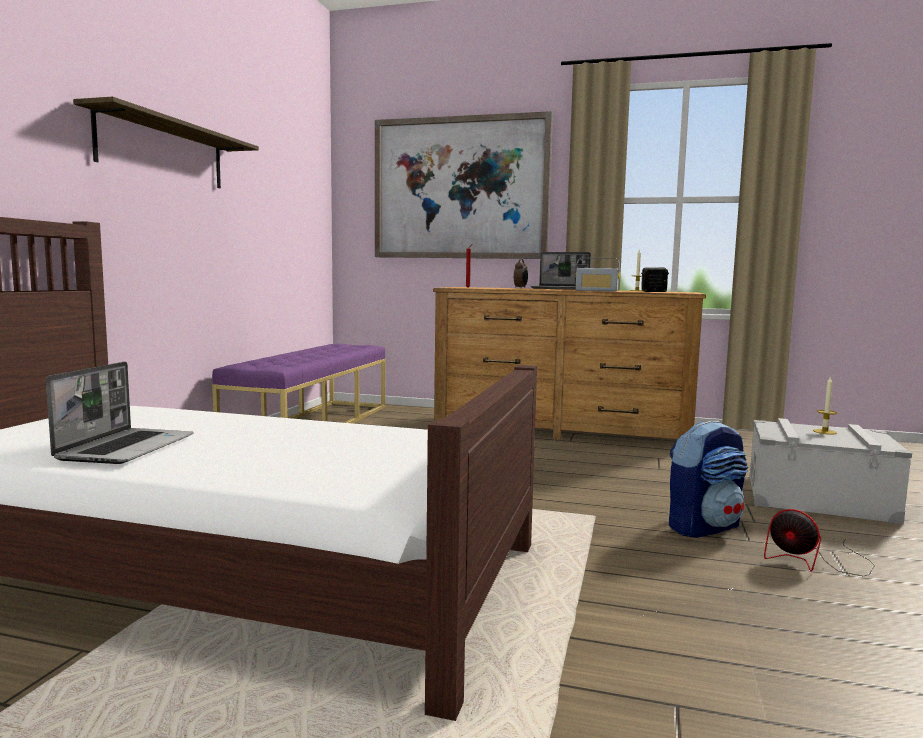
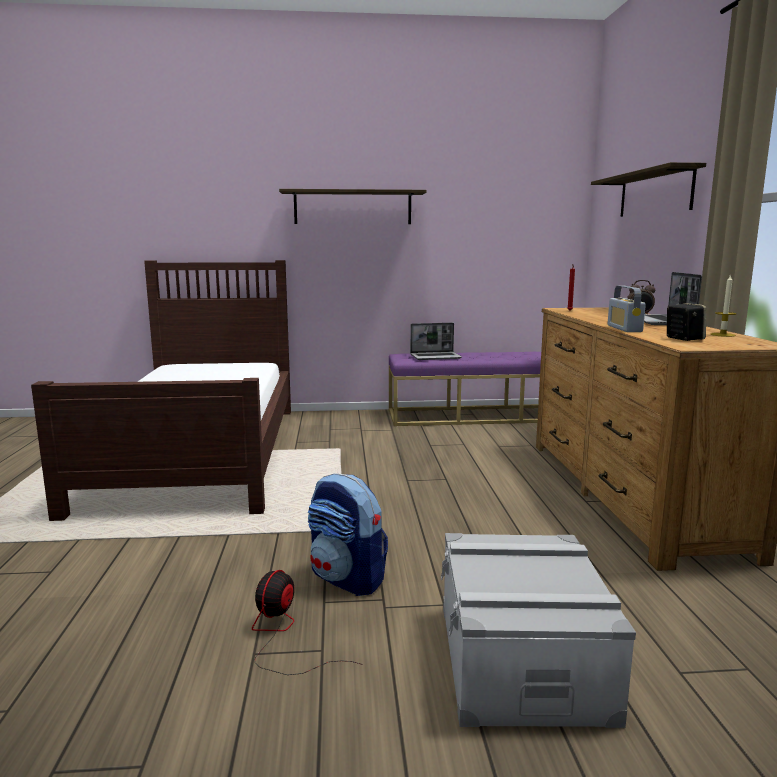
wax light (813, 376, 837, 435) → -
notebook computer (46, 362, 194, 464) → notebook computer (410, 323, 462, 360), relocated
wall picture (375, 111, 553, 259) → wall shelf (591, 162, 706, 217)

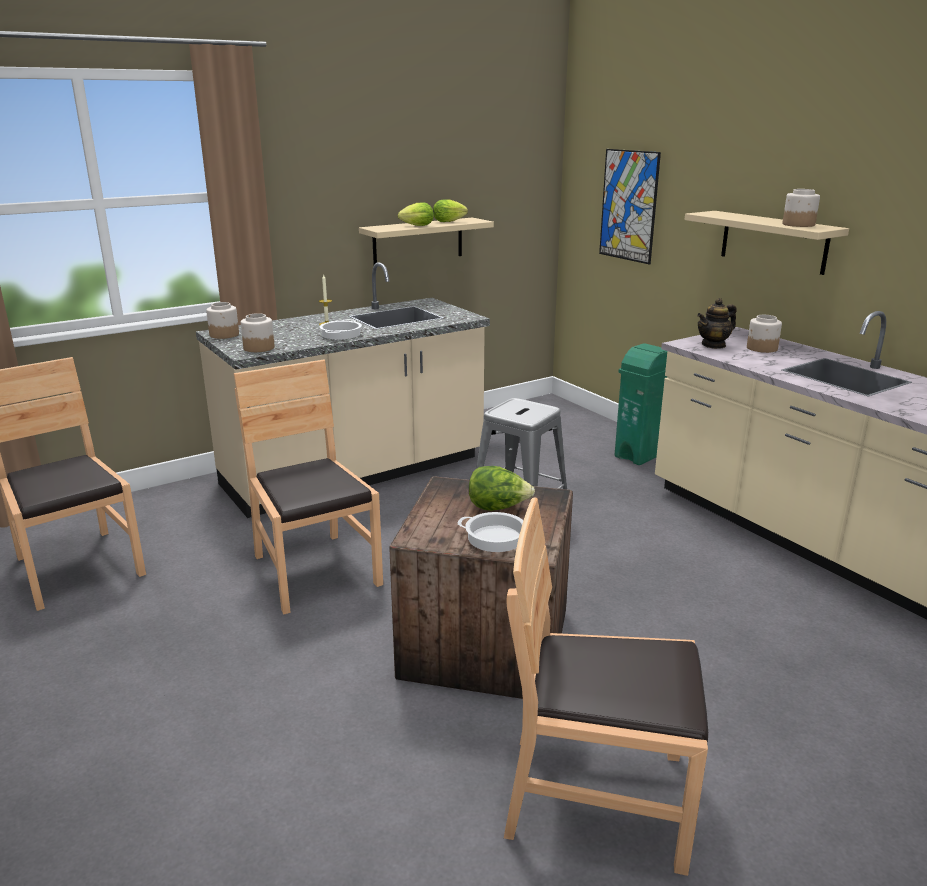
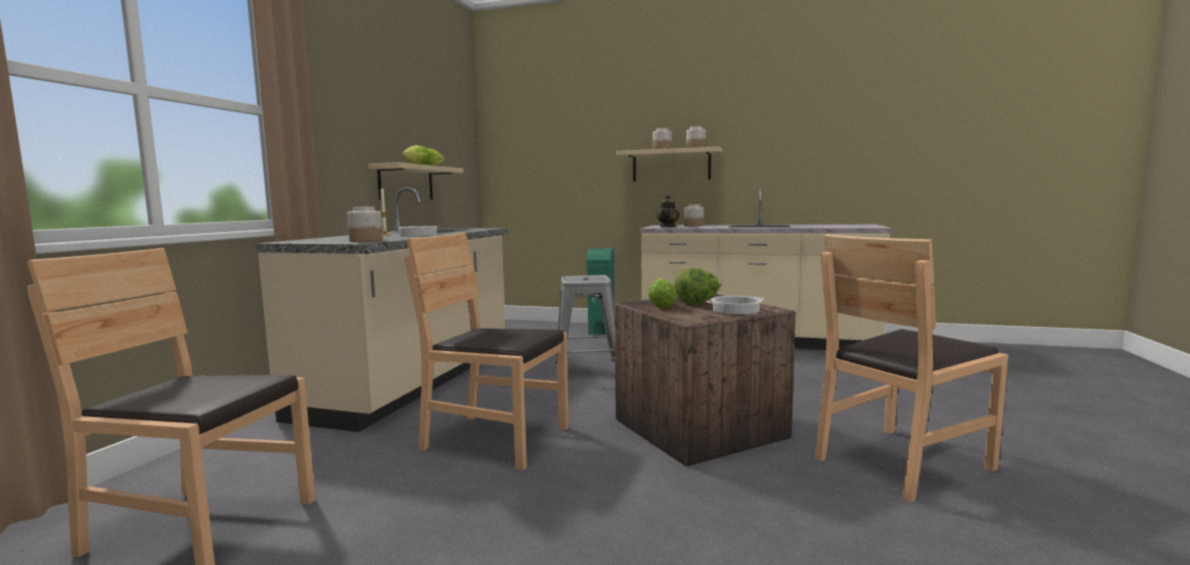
wall picture (599, 149, 661, 264) → -
- → lettuce head (648, 278, 676, 309)
preserve jar (206, 302, 239, 339) → preserve jar (653, 128, 672, 149), relocated

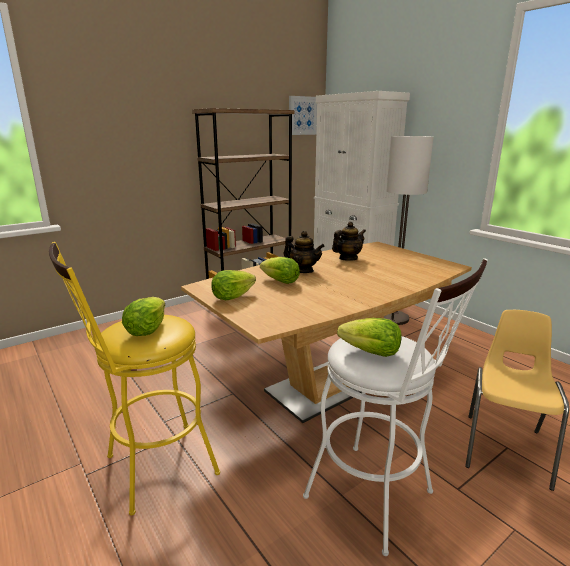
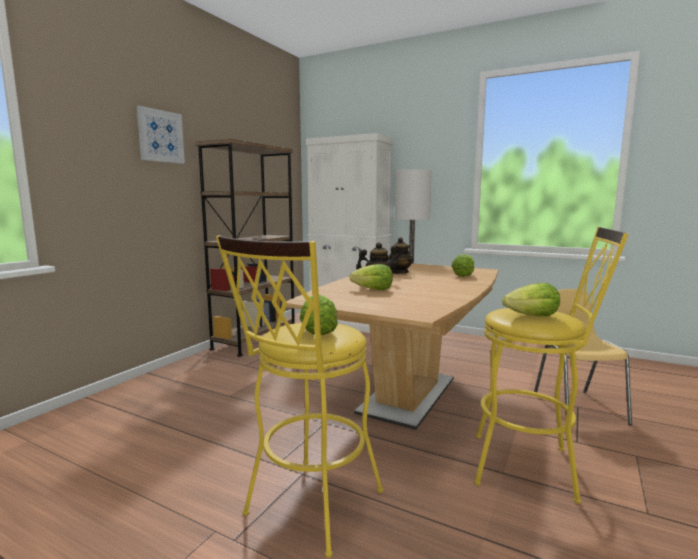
lettuce head (211, 270, 256, 300) → lettuce head (451, 254, 474, 277), relocated
wall picture (289, 96, 317, 135) → wall picture (137, 106, 185, 164), relocated
white-coloured sitting stool (303, 258, 488, 556) → yellowish sitting stool (474, 227, 629, 504)

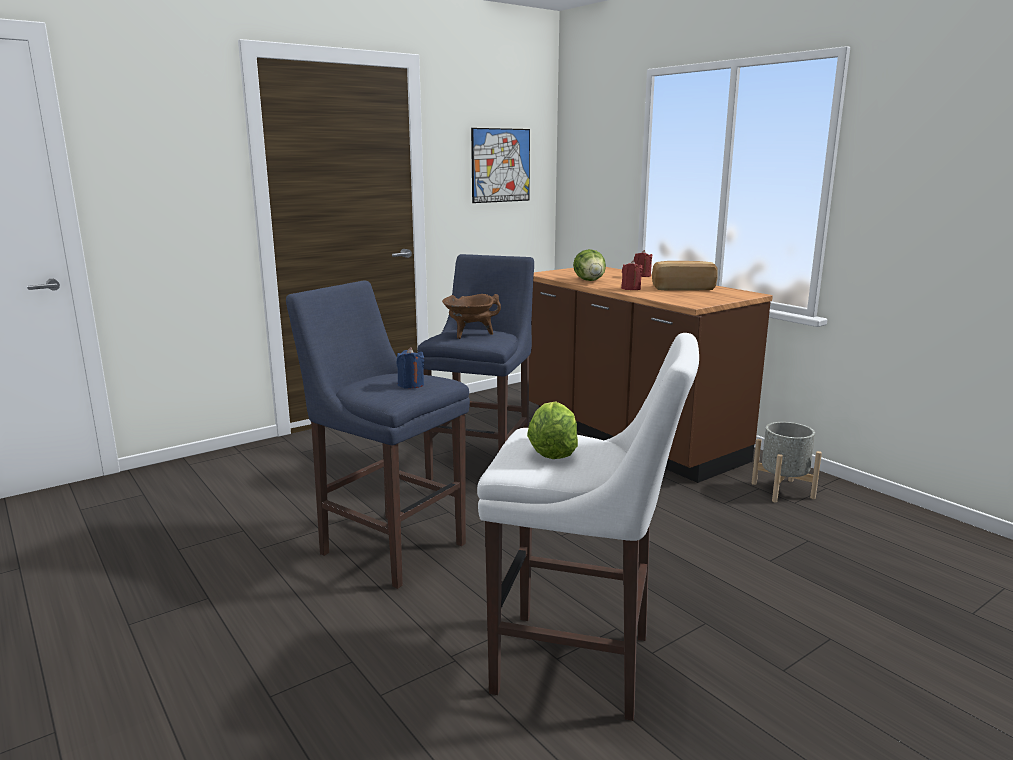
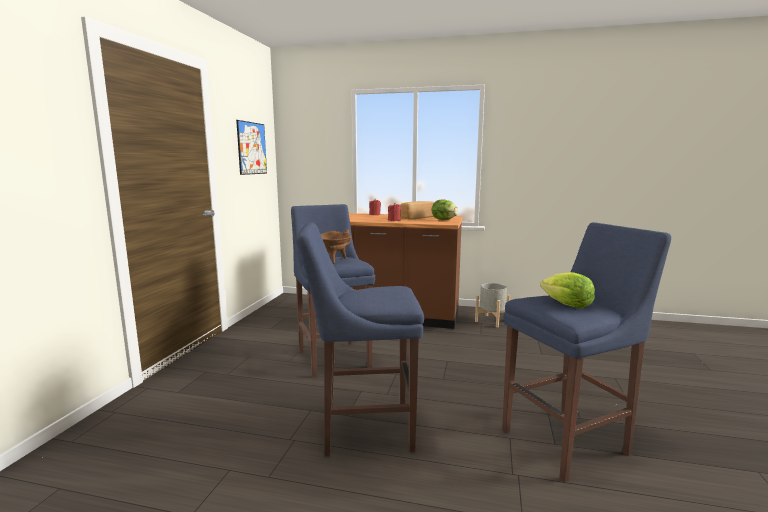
blue-coloured wax light (397, 347, 424, 389) → -
lettuce head (573, 249, 606, 281) → lettuce head (431, 199, 459, 220), relocated
white-coloured sitting stool (477, 333, 699, 721) → blue-coloured sitting stool (502, 222, 671, 482)

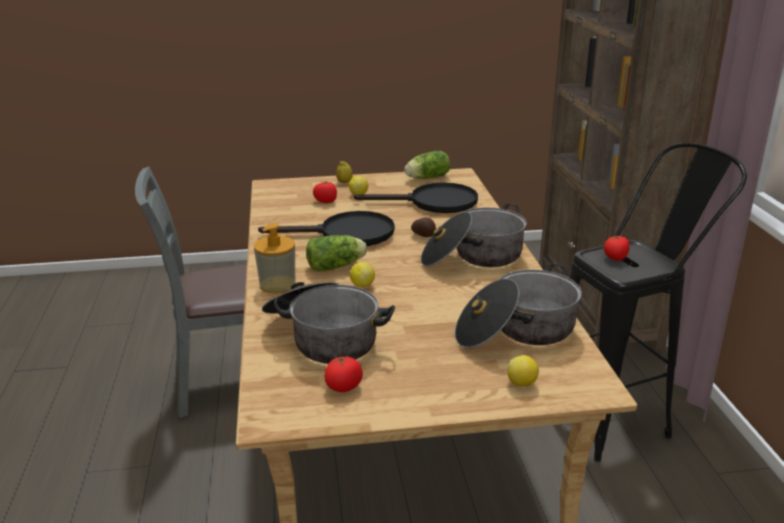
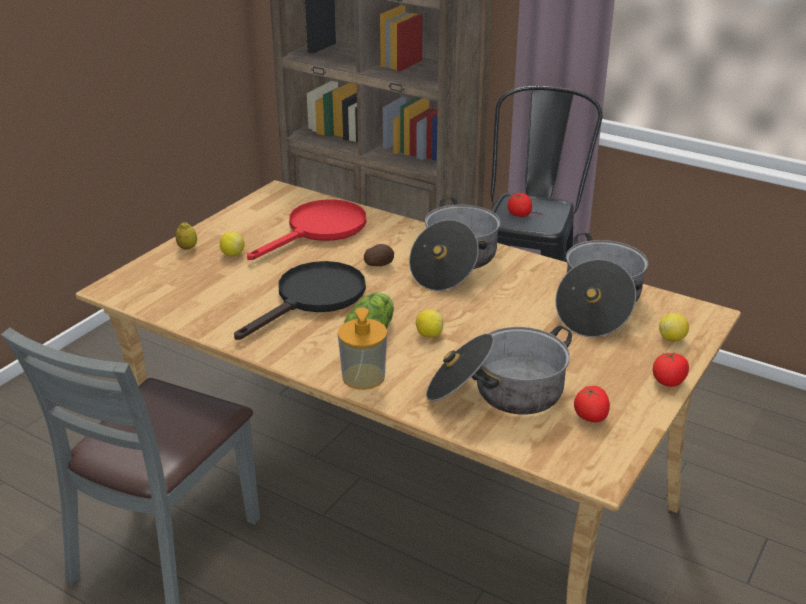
lettuce head (404, 151, 450, 179) → -
fresh tomato (313, 180, 337, 203) → fresh tomato (653, 353, 689, 387), relocated
black pan (354, 183, 478, 213) → red pan (247, 199, 366, 260)

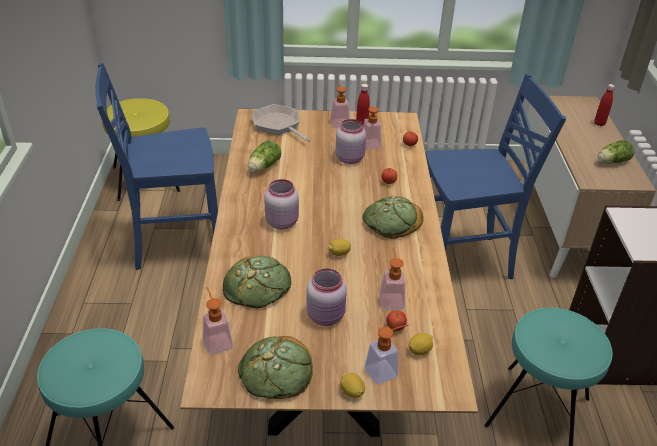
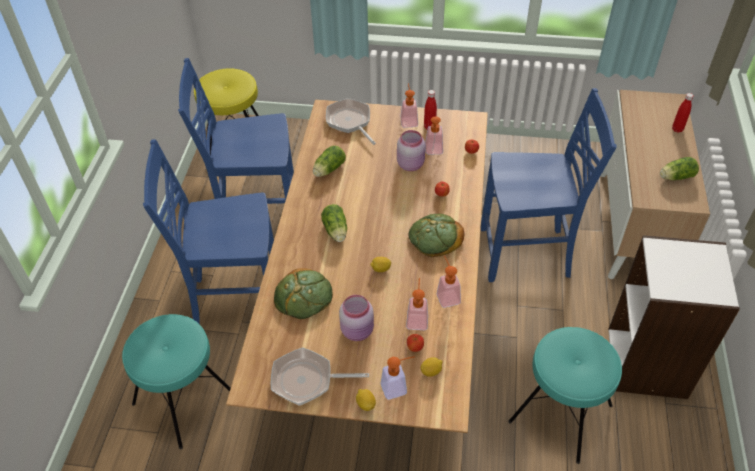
- → blue-coloured upright chair (143, 139, 274, 324)
soap dispenser (203, 287, 233, 355) → soap dispenser (437, 256, 461, 308), relocated
bread (238, 336, 313, 399) → pan (271, 347, 369, 406)
pinkish preserve jar (264, 179, 299, 229) → lettuce head (321, 204, 347, 242)

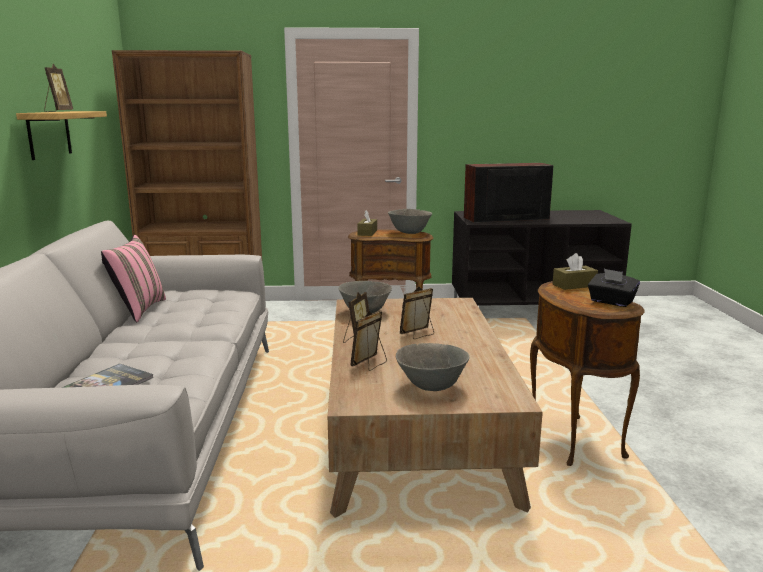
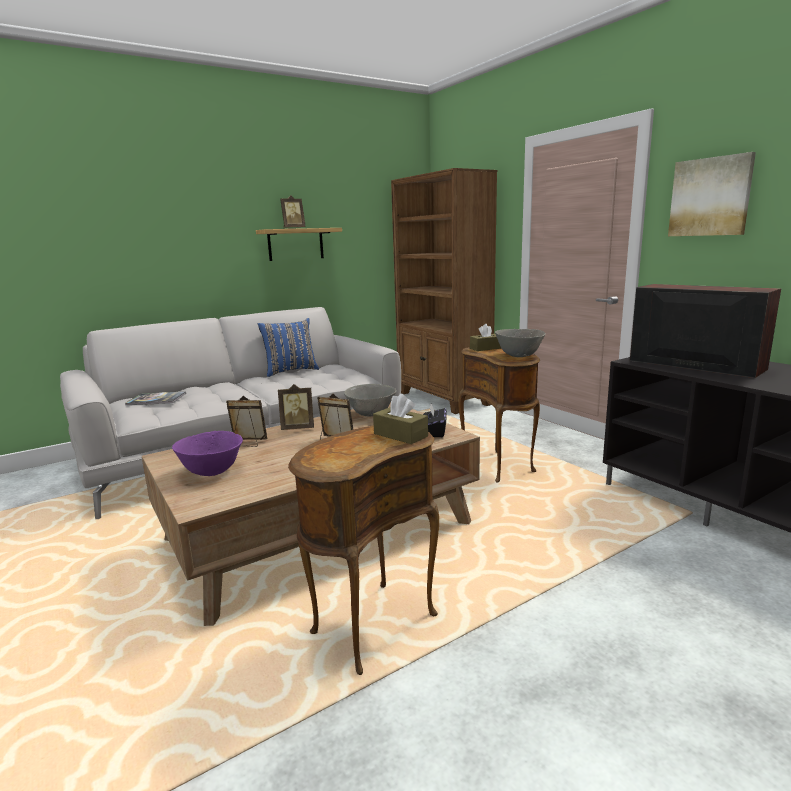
- → wall picture (668, 152, 756, 236)
black tissue holder (588, 269, 640, 307) → black tissue holder (423, 403, 447, 437), relocated
pinkish throw pillow (101, 235, 166, 322) → blue-coloured throw pillow (258, 318, 319, 377)
gray serving bowl (395, 343, 469, 391) → purple-coloured serving bowl (172, 431, 243, 476)

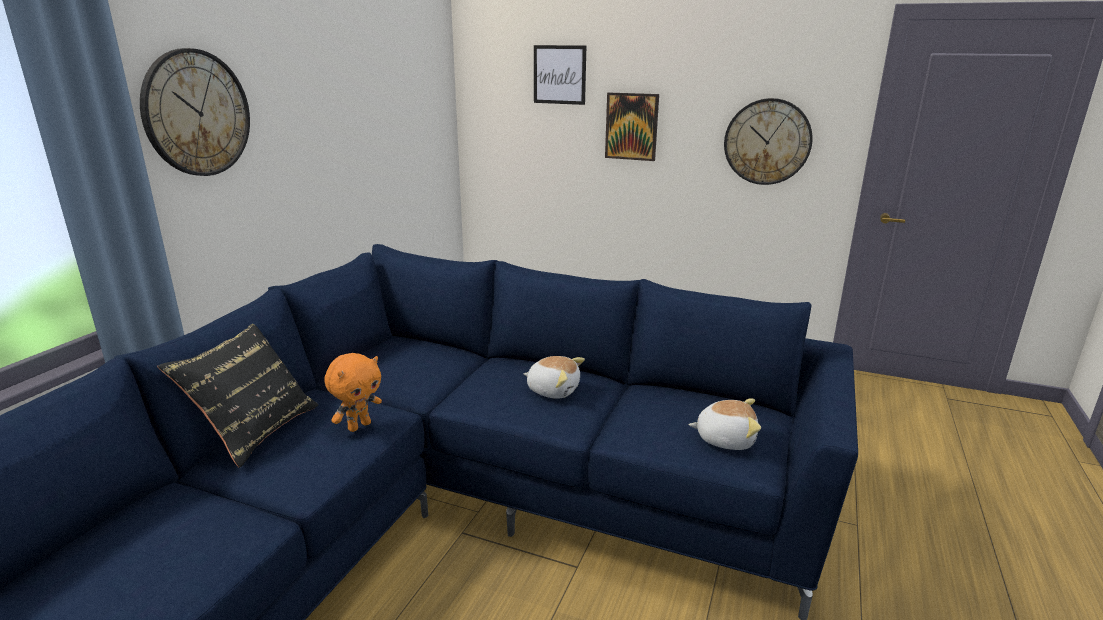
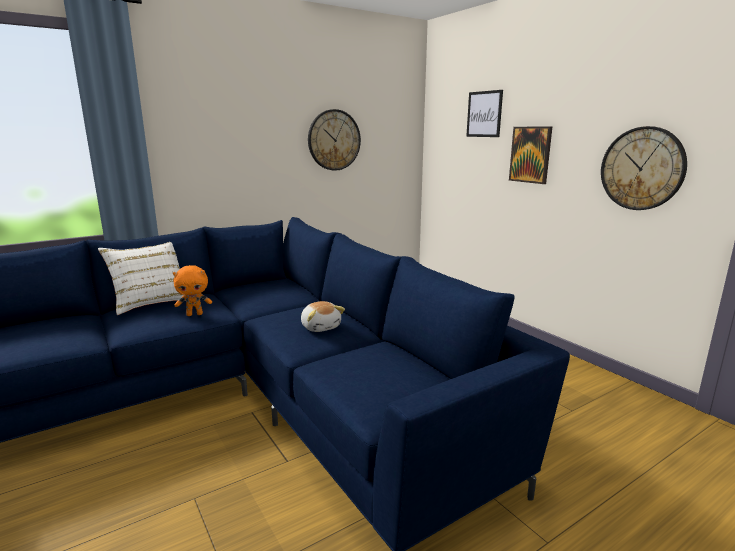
soft toy (689, 399, 761, 450) → -
clock on the wall (140, 48, 250, 176) → clock on the wall (308, 109, 361, 170), relocated
black throw pillow (158, 324, 318, 468) → white-coloured throw pillow (98, 242, 186, 315)

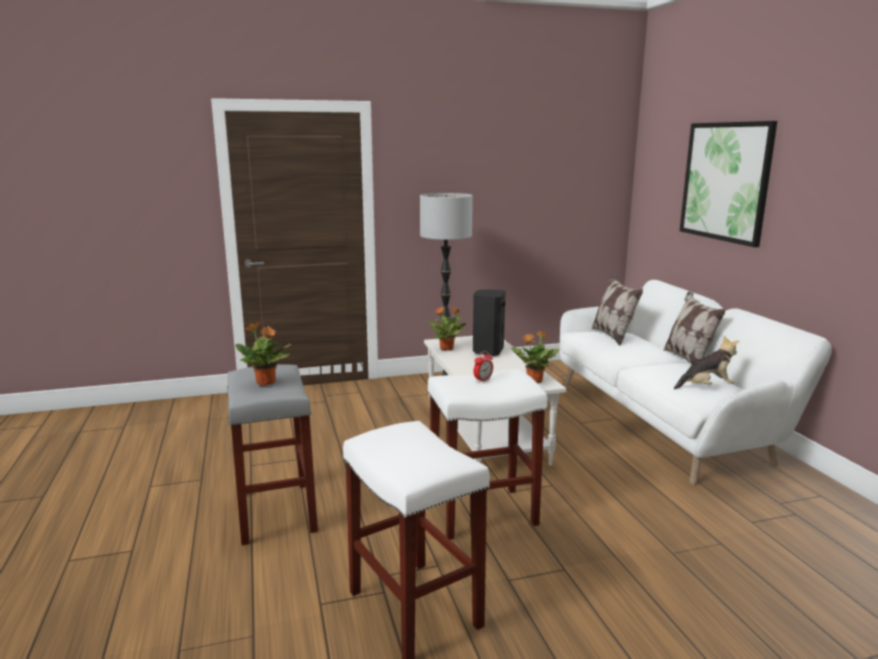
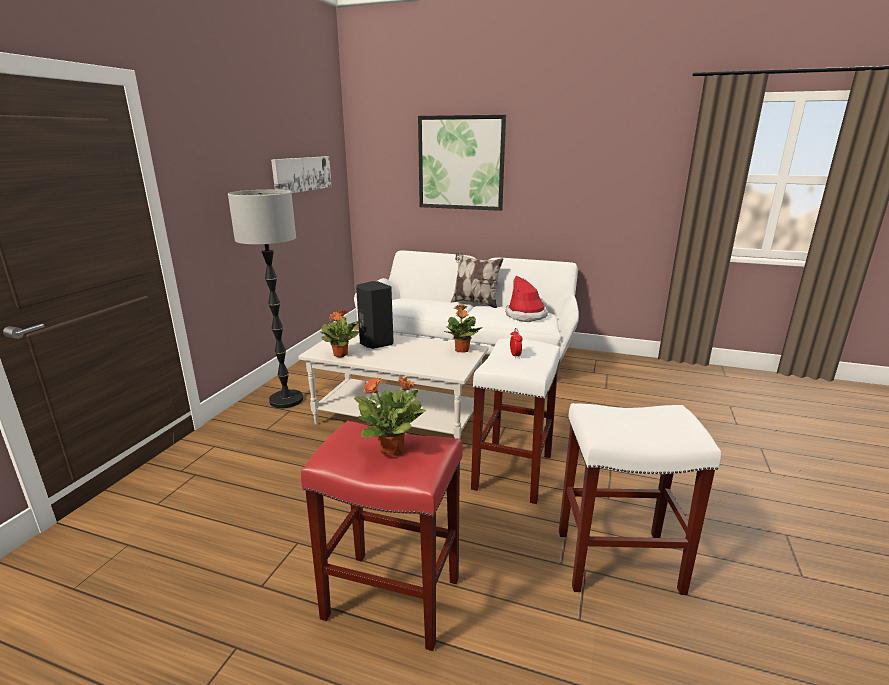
throw pillow (591, 275, 643, 346) → -
- → wall picture (271, 156, 332, 193)
soft toy (674, 336, 739, 390) → wearable hat (505, 276, 548, 322)
gray sitting stool (227, 364, 318, 545) → red sitting stool (301, 421, 463, 651)

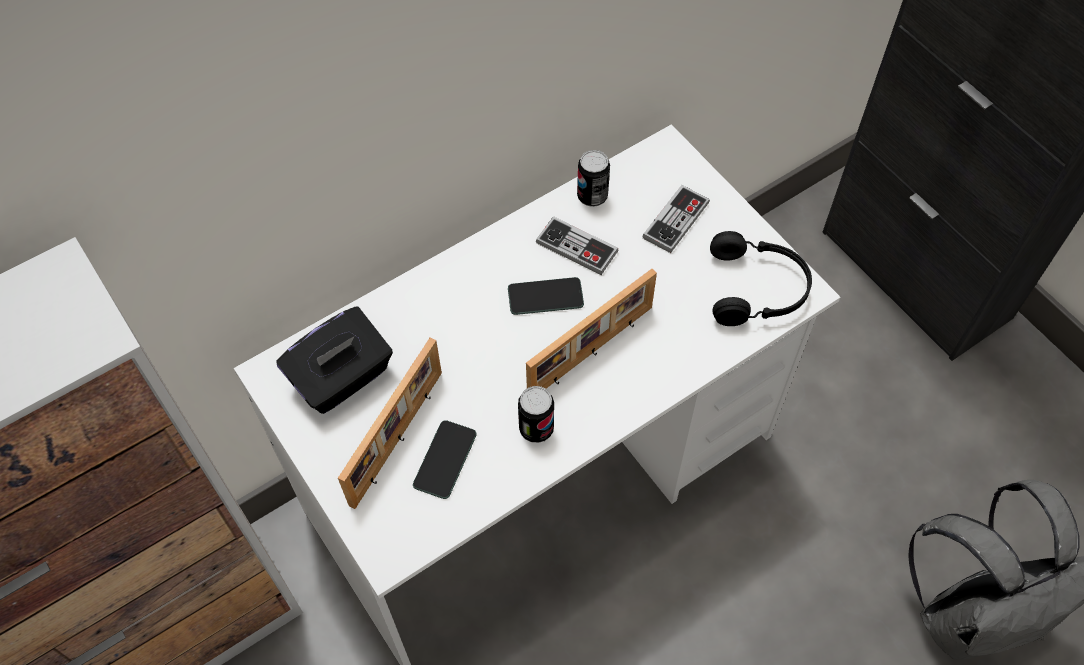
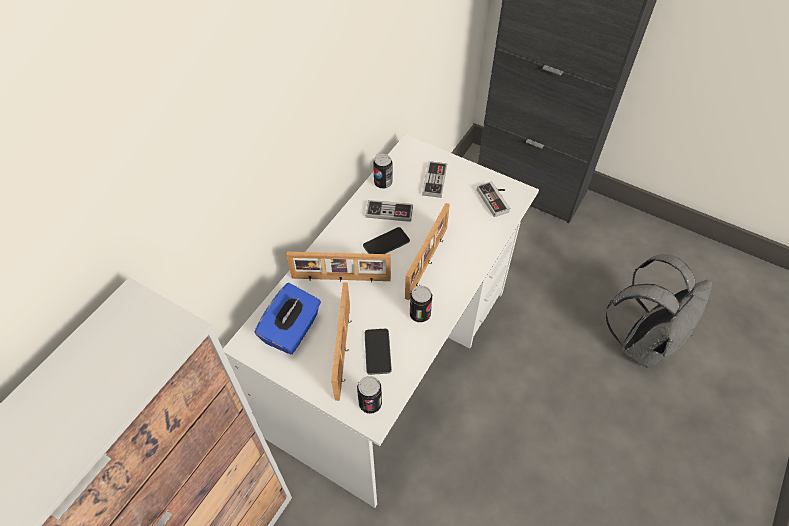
- → standing frame (286, 252, 391, 283)
- → metal can (357, 376, 382, 414)
black headset (710, 231, 812, 326) → gamepad (477, 181, 510, 217)
black tissue holder (276, 306, 393, 414) → blue-coloured tissue holder (254, 283, 321, 354)

